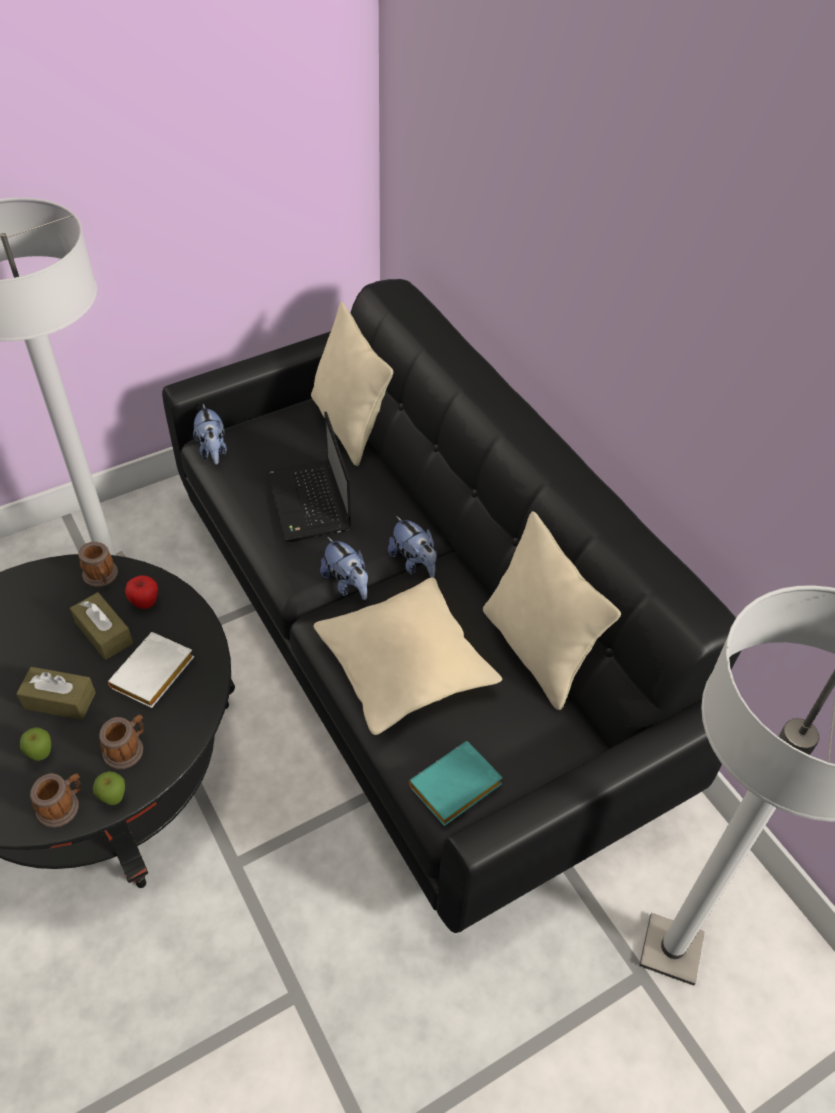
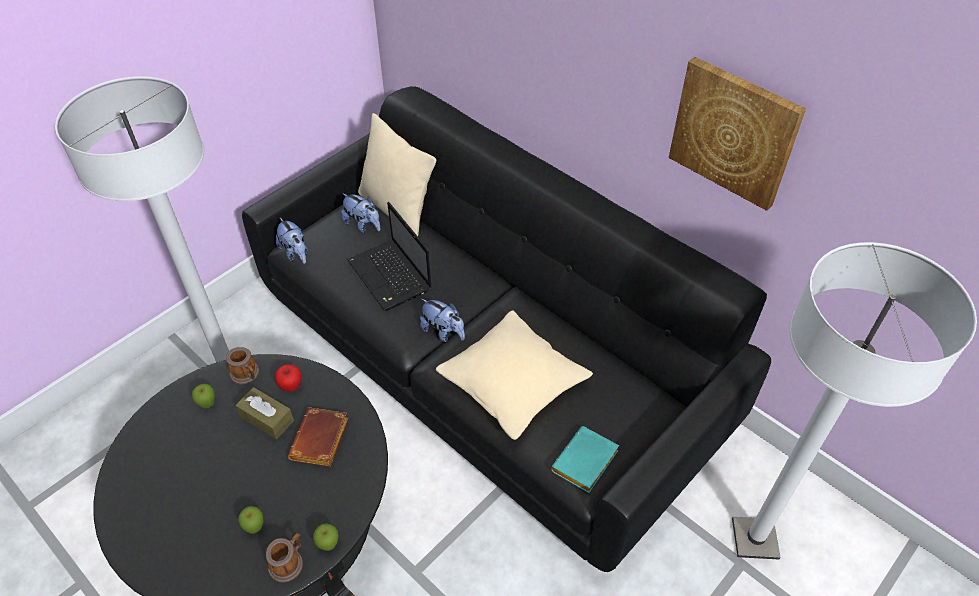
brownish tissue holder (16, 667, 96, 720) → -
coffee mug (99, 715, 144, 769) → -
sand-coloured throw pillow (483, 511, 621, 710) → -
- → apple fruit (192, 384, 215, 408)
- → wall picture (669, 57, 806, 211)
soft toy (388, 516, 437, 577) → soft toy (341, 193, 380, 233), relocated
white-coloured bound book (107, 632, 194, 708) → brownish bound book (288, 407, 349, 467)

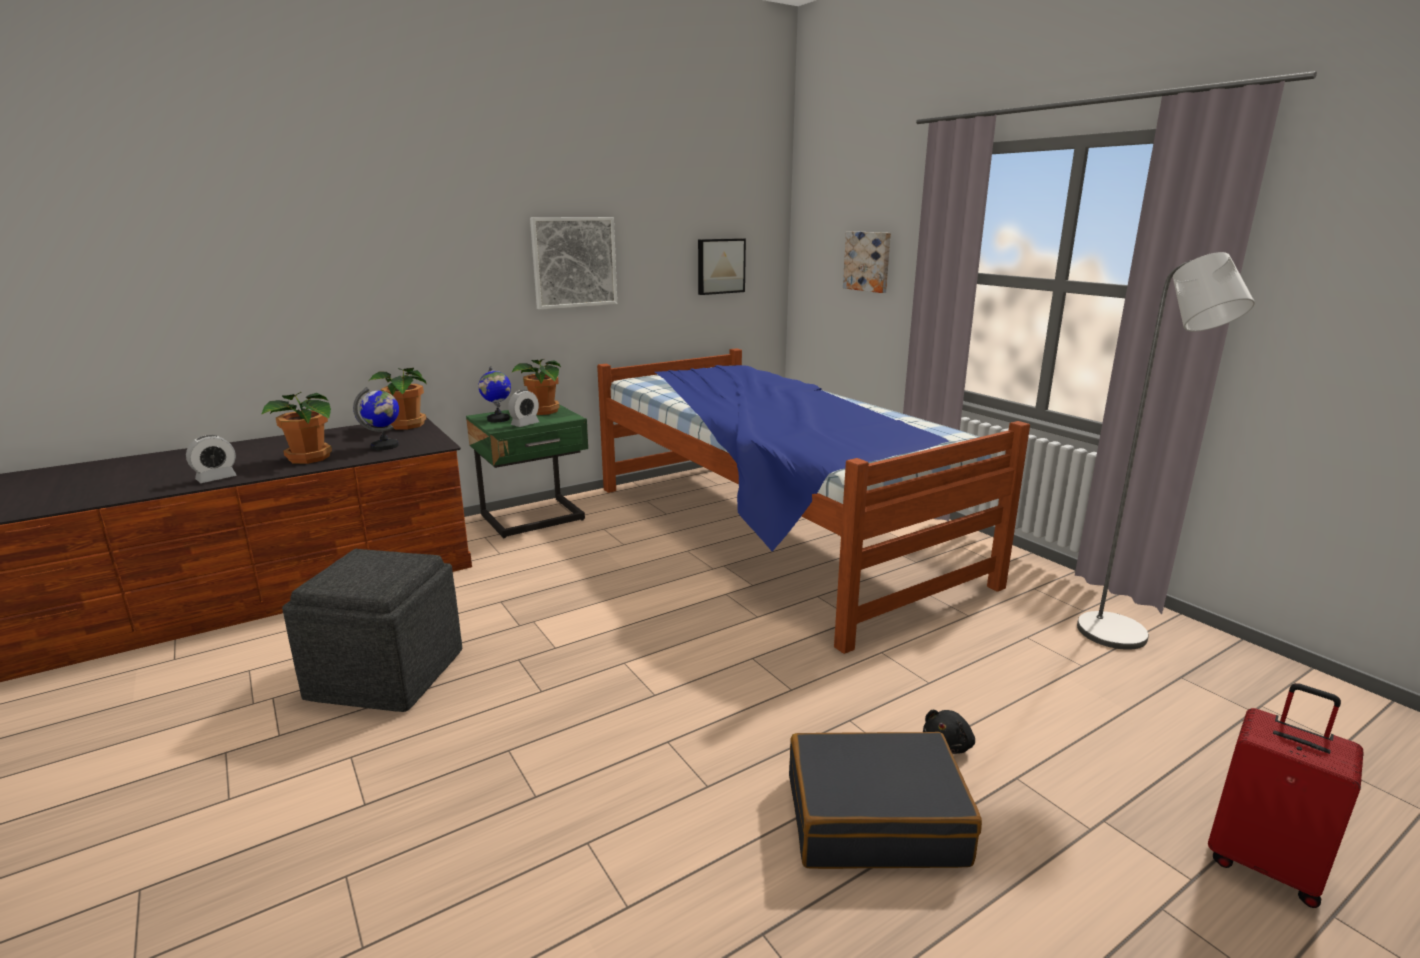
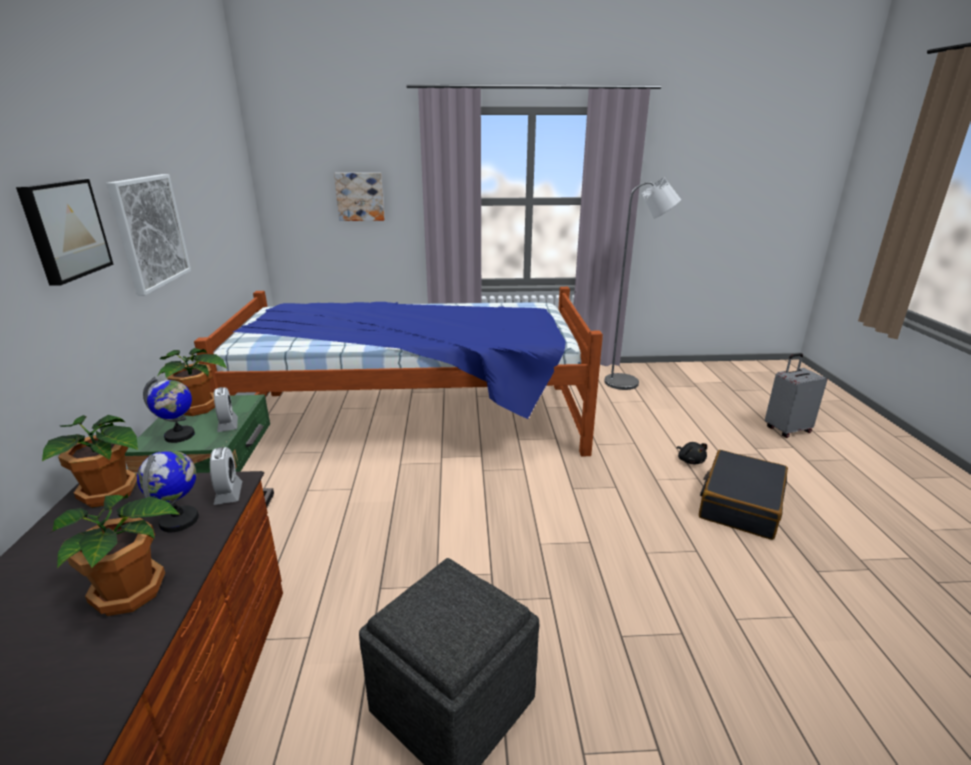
table clock (186, 435, 237, 483) → table clock (210, 447, 242, 505), relocated
wall picture (698, 238, 746, 295) → wall picture (16, 179, 114, 286), relocated
red piece of luggage (1208, 683, 1364, 908) → gray piece of luggage (765, 353, 827, 438)

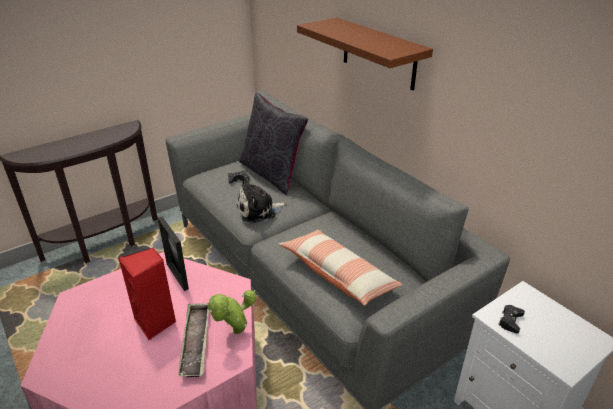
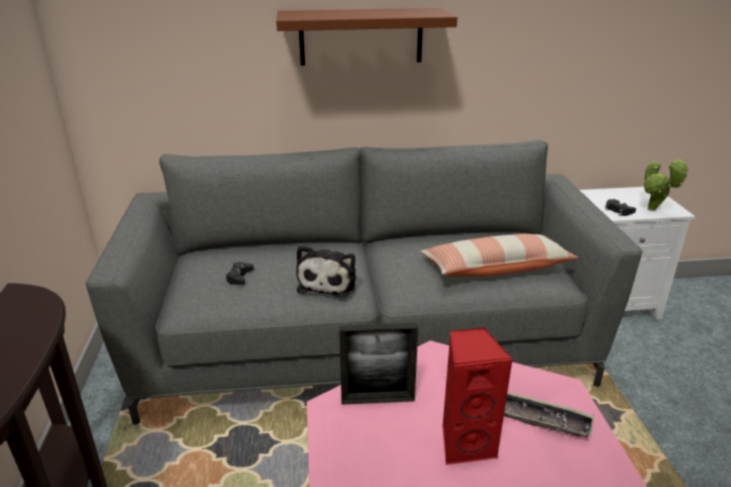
black throw pillow (239, 92, 308, 195) → -
houseplant (208, 290, 256, 334) → houseplant (643, 158, 688, 211), relocated

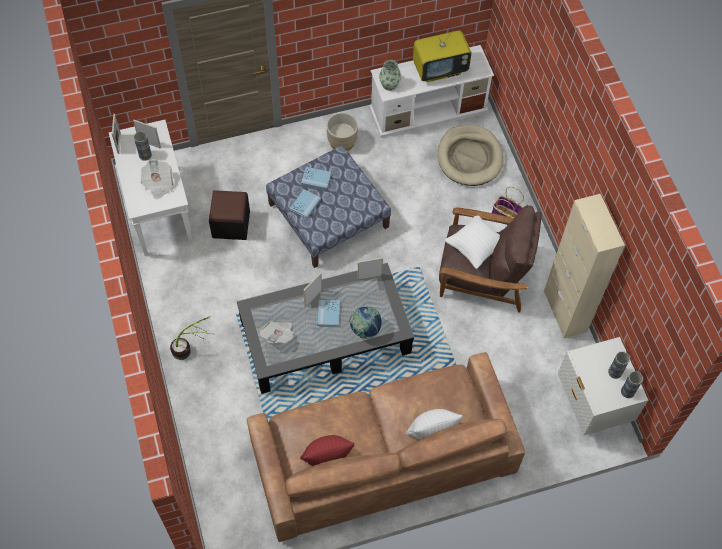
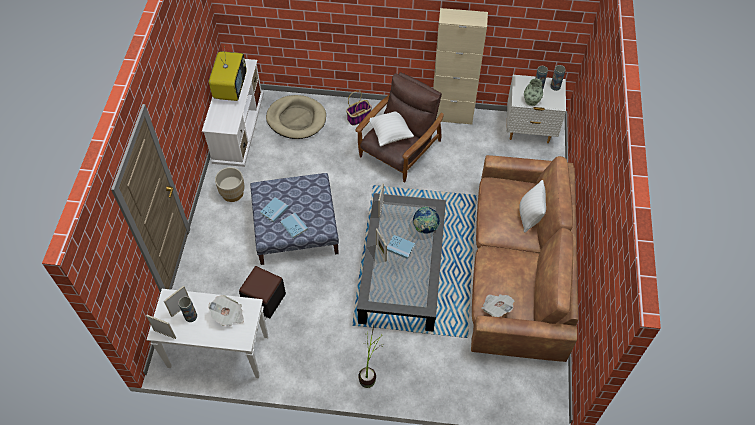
red throw pillow (300, 435, 354, 466) → -
daily paper (260, 321, 294, 343) → daily paper (481, 294, 514, 317), relocated
decorative vase (379, 60, 401, 91) → decorative vase (524, 79, 543, 106), relocated

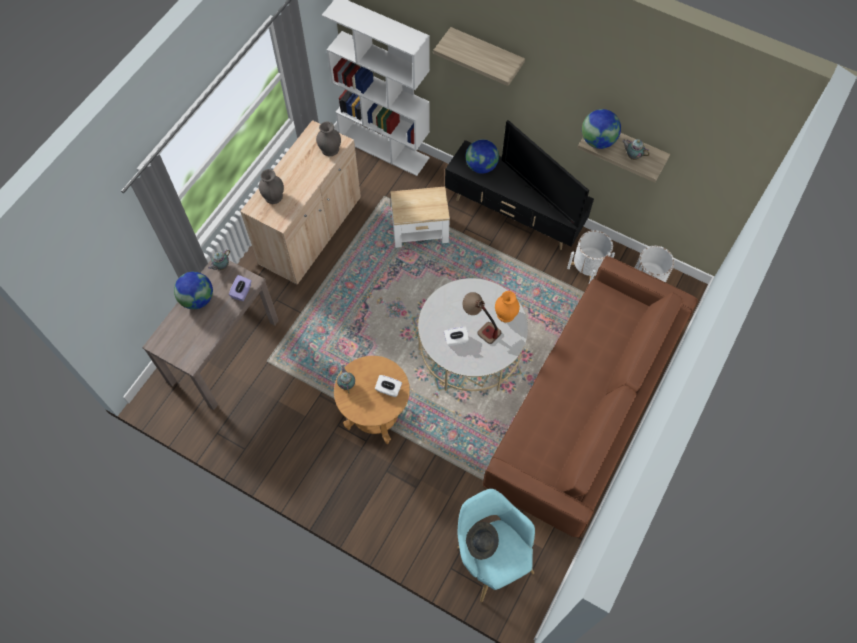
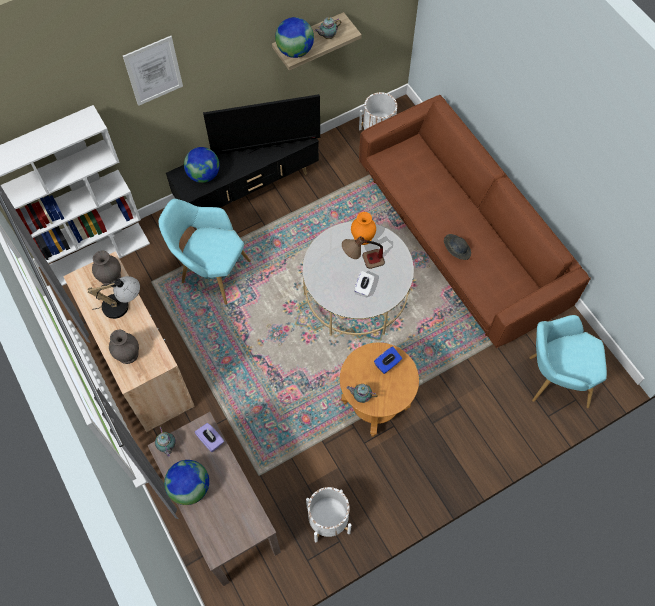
- → table lamp (88, 276, 140, 319)
gray wearable hat (466, 522, 499, 560) → gray wearable hat (444, 234, 471, 260), relocated
white-coloured plant pot (567, 230, 615, 285) → white-coloured plant pot (306, 487, 351, 542), relocated
accent table (390, 187, 450, 248) → blue-green armchair (158, 199, 251, 305)
wall shelf (433, 27, 525, 86) → wall picture (123, 36, 183, 106)
white-coloured tissue holder (375, 375, 402, 397) → blue-coloured tissue holder (374, 346, 402, 374)

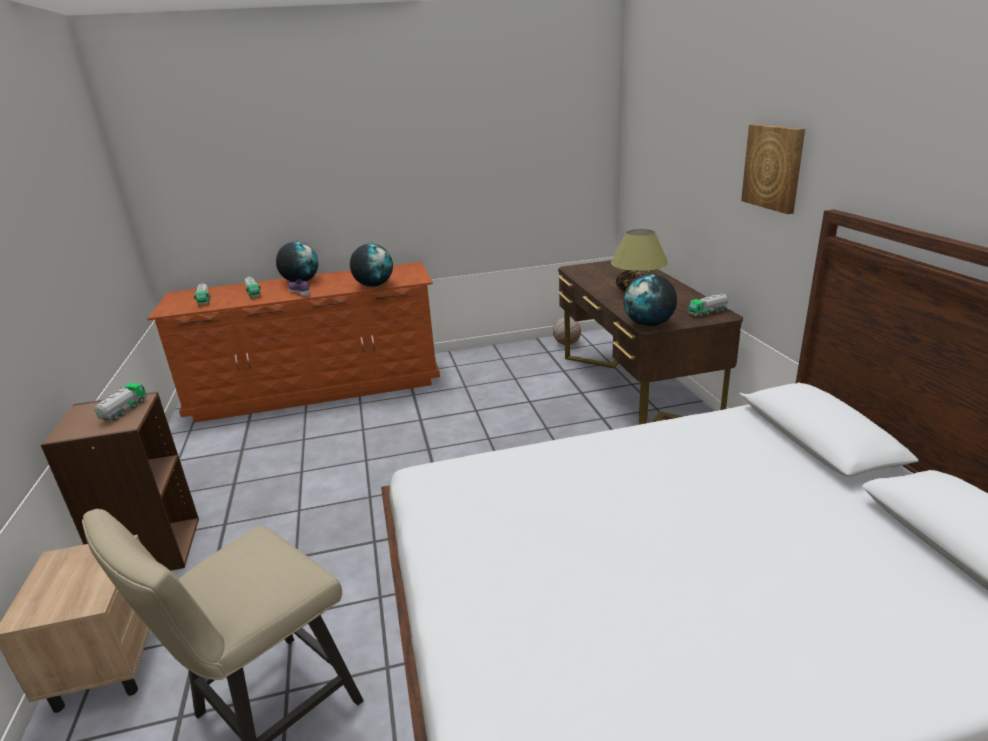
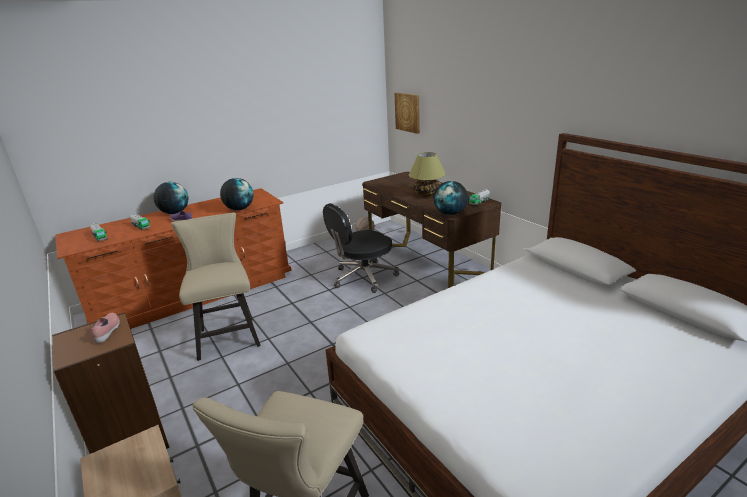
- → sand-coloured upright chair (171, 212, 261, 361)
- → black office chair (323, 203, 399, 293)
wall picture (741, 124, 805, 214) → wall picture (394, 93, 420, 134), relocated
toy lorry (94, 383, 147, 421) → pinkish shoe (91, 313, 120, 343)

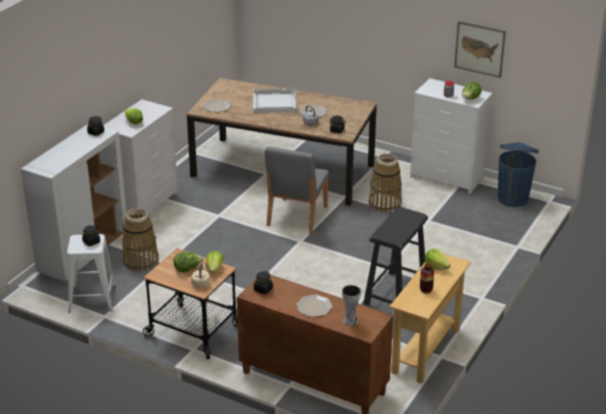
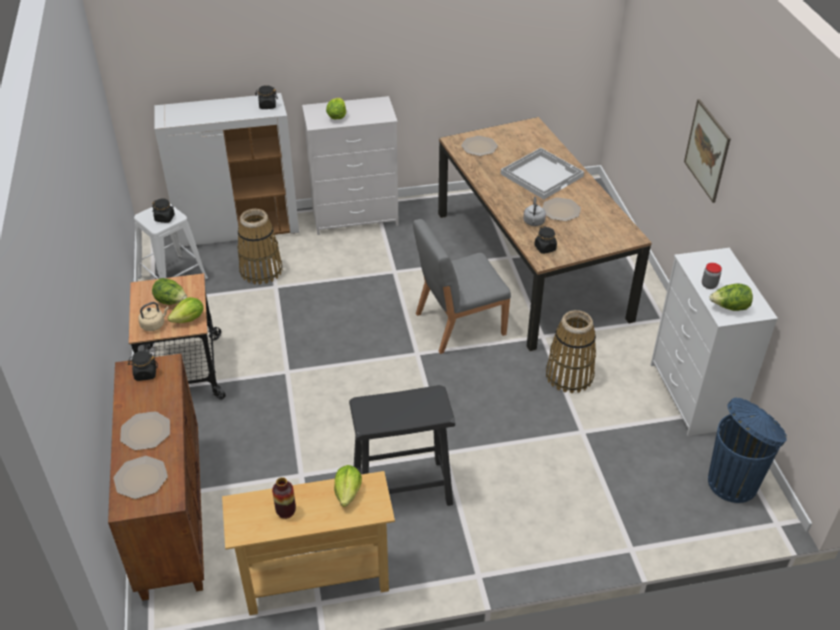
wall picture (454, 21, 506, 78) → wall picture (684, 99, 731, 203), relocated
decorative vase (342, 285, 361, 326) → plate (114, 456, 168, 499)

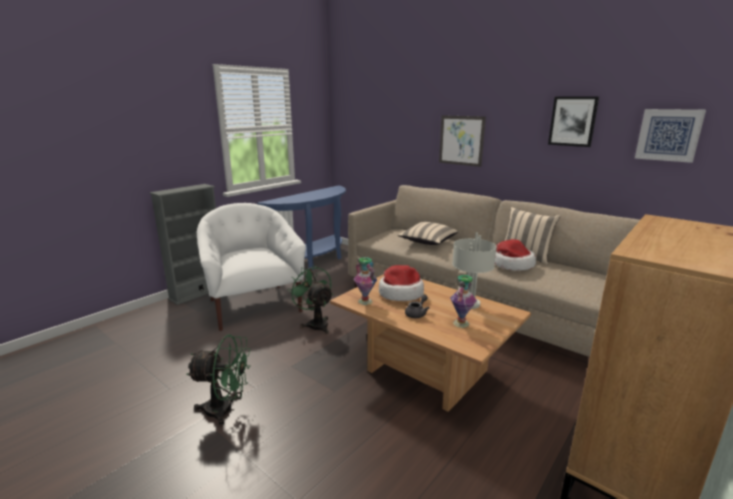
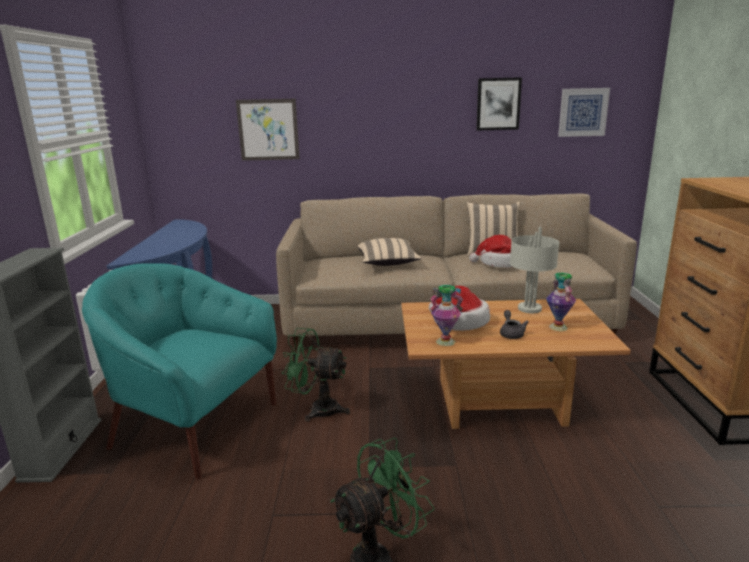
wall picture (439, 115, 486, 167) → wall picture (236, 99, 300, 161), relocated
white-coloured armchair (197, 203, 306, 331) → blue-green armchair (82, 263, 277, 479)

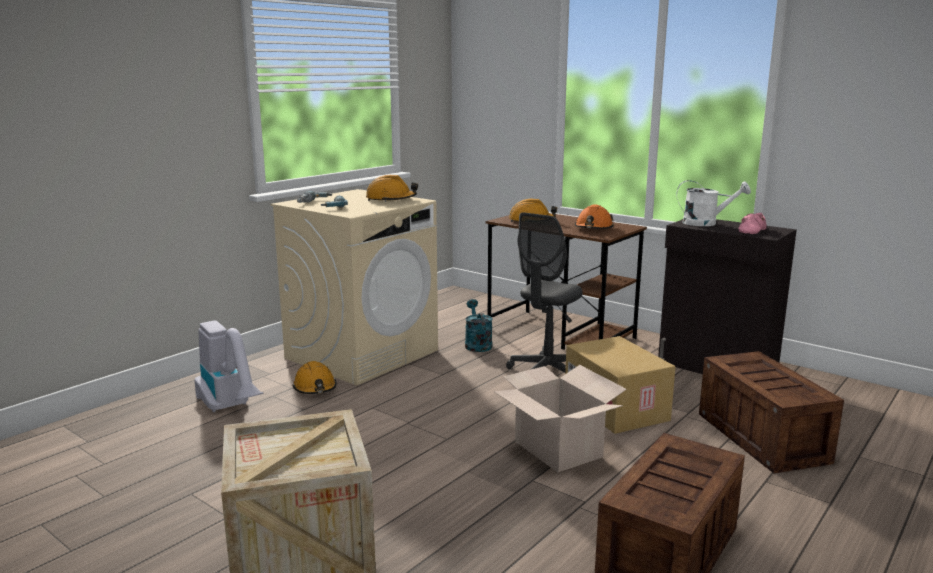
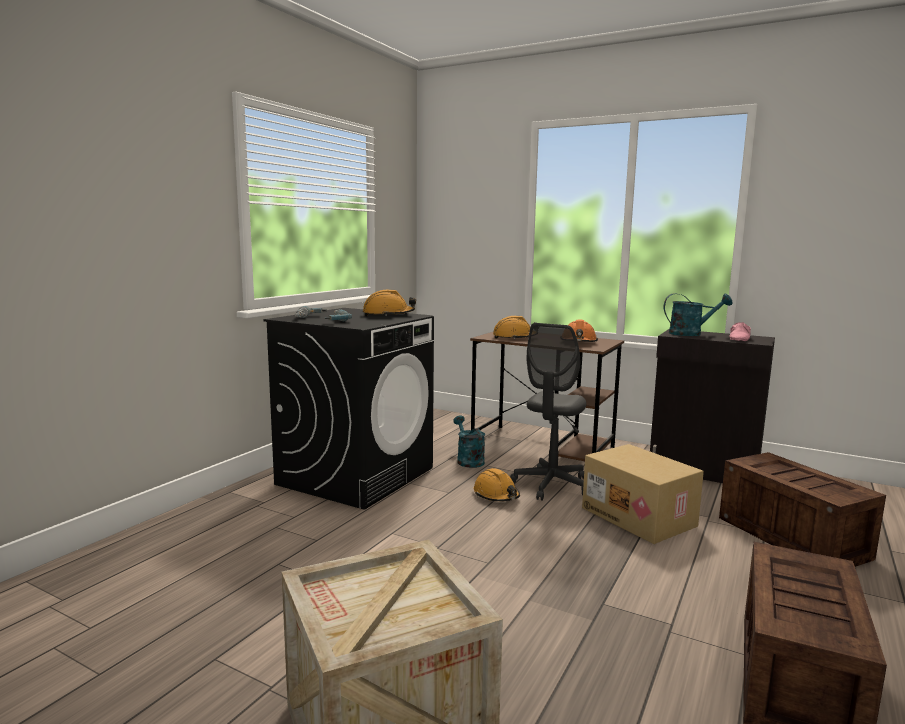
vacuum cleaner (194, 321, 263, 412) → -
cardboard box (494, 365, 627, 472) → -
orange work helmet (293, 361, 337, 394) → orange work helmet (473, 468, 520, 501), relocated
sand-coloured laundry machine (271, 189, 438, 385) → black laundry machine (263, 308, 434, 510)
white-coloured watering pot (677, 180, 751, 226) → blue-green watering pot (664, 293, 732, 336)

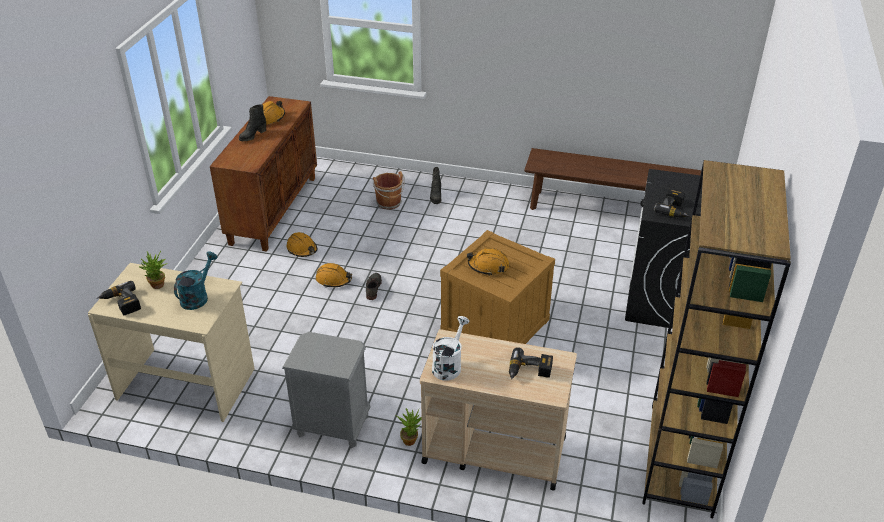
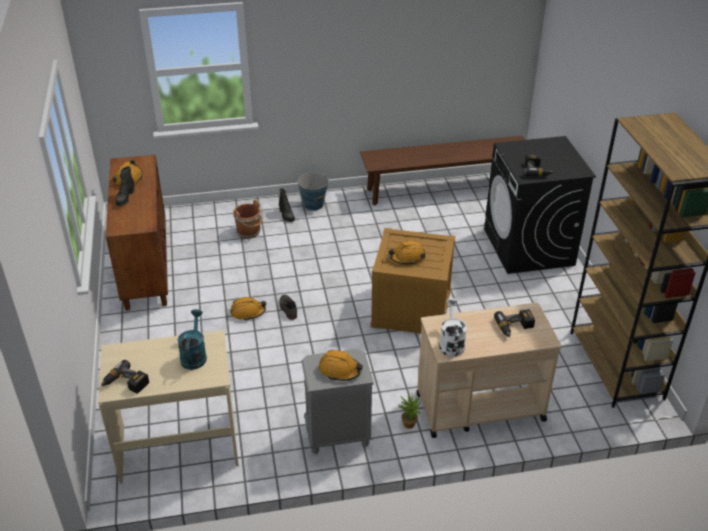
houseplant (139, 251, 168, 289) → -
- → bucket (297, 173, 330, 211)
orange work helmet (286, 232, 318, 257) → orange work helmet (319, 350, 363, 381), relocated

